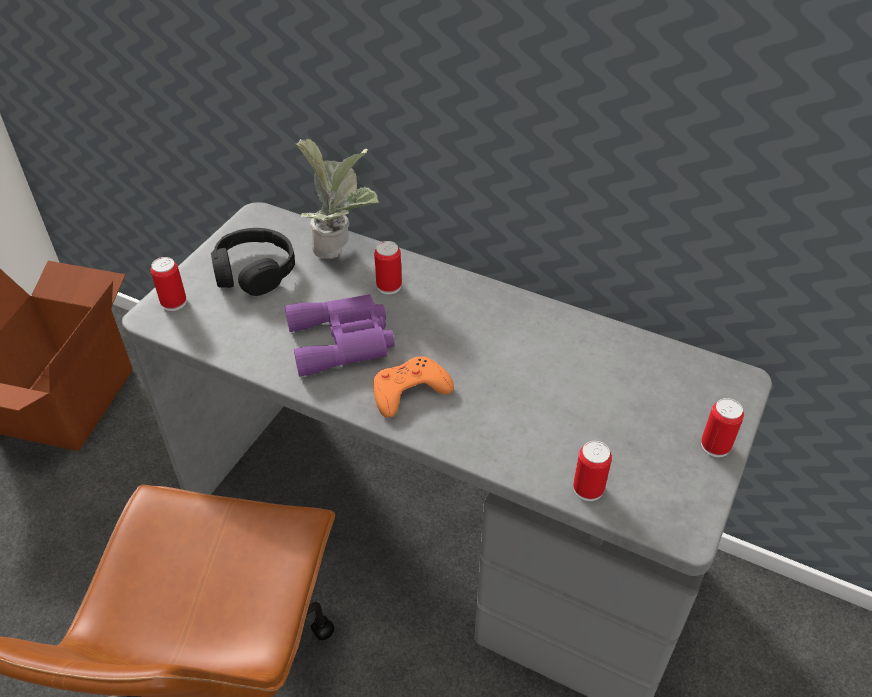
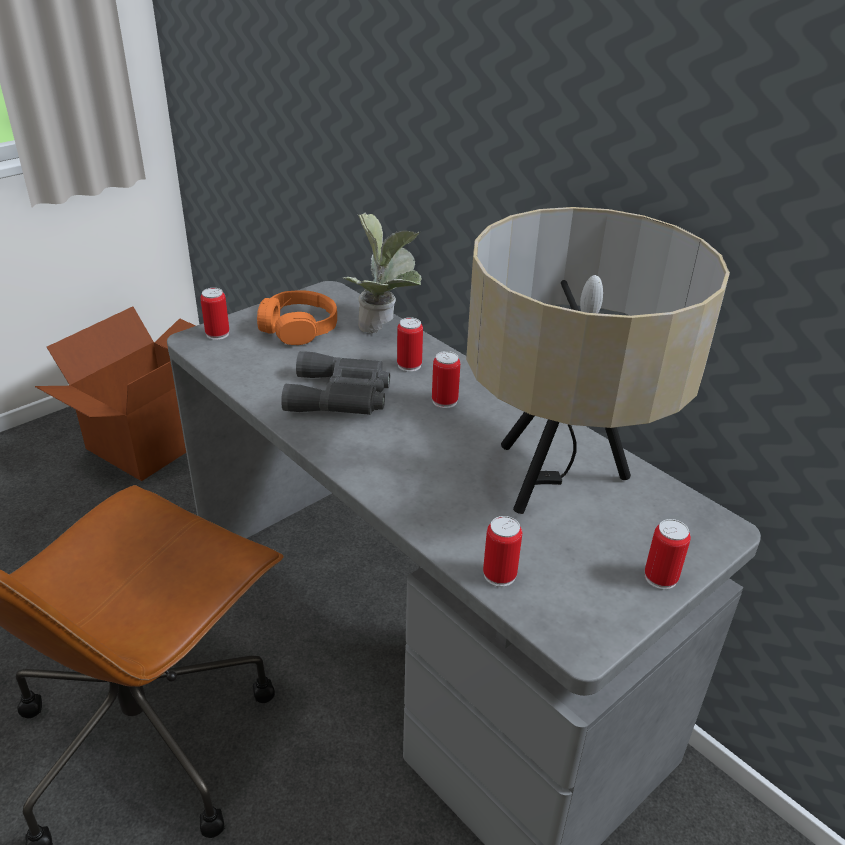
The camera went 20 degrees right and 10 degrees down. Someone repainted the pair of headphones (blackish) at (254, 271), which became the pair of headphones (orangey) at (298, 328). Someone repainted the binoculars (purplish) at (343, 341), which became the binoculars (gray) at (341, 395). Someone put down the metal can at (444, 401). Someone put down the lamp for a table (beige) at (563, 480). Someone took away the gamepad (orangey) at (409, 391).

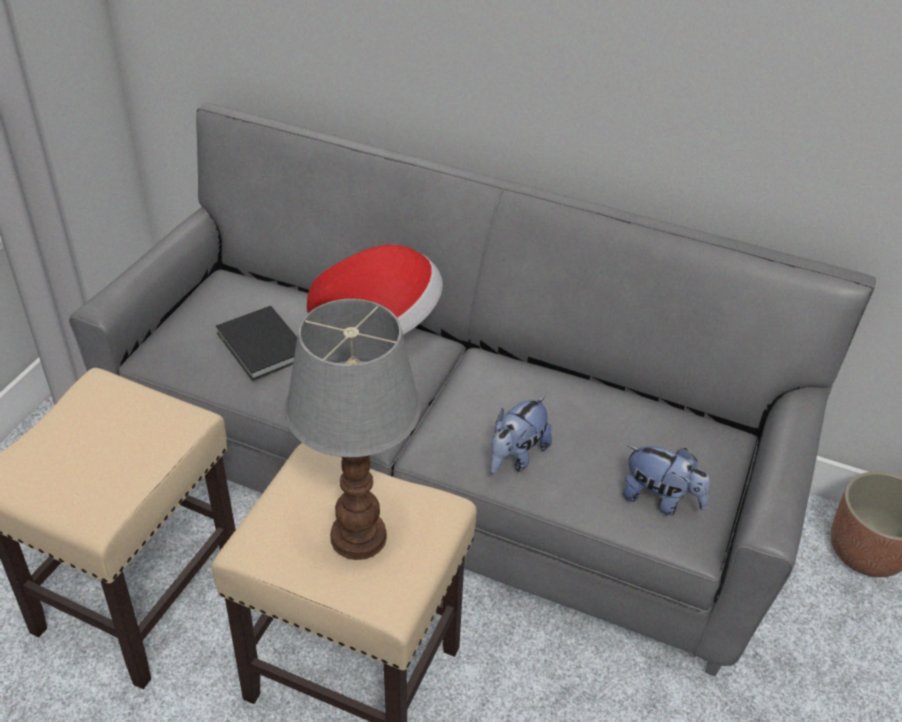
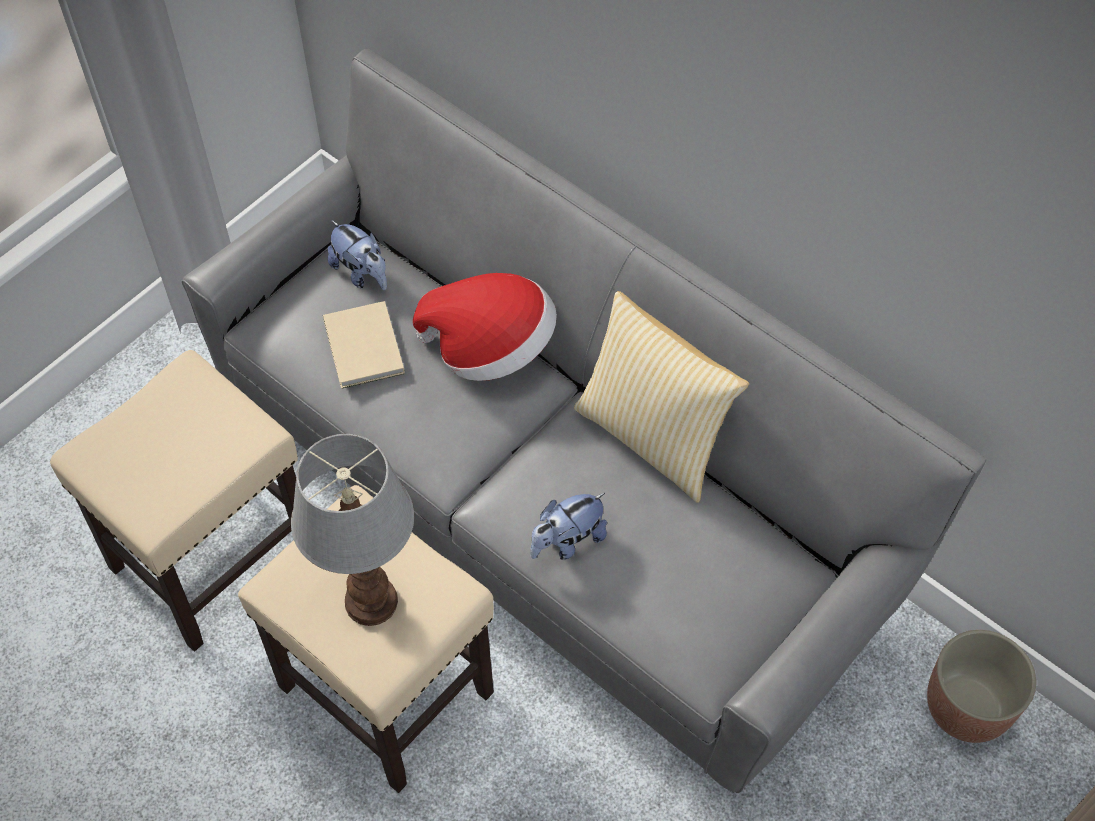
The camera went 20 degrees right and 15 degrees up. Someone repainted the book (blackish) at (262, 347), which became the book (beige) at (363, 349). Someone carried the soft toy from (660, 499) to (361, 273). Someone put down the cushion at (653, 436).

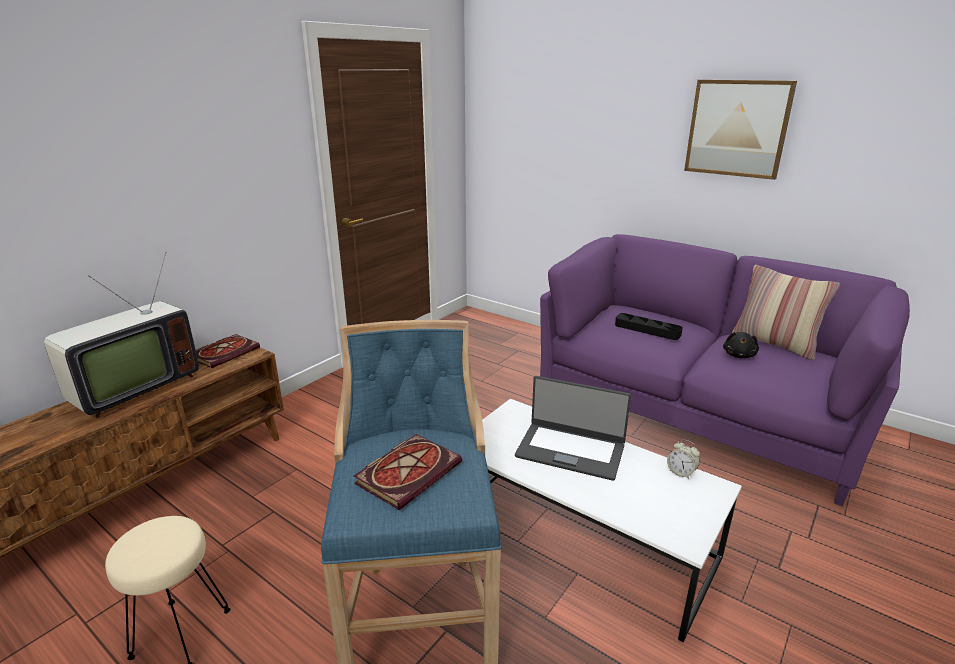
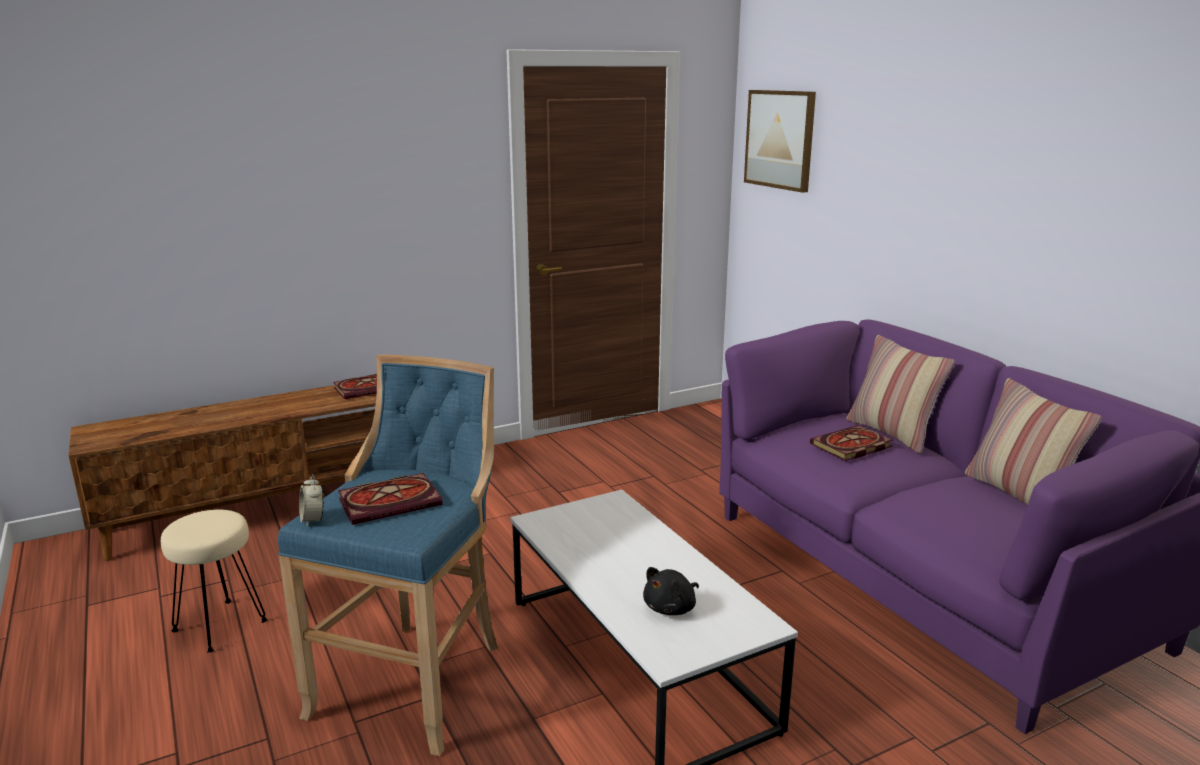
The camera went 25 degrees right and 5 degrees down. Someone carried the bedside clock from (681, 472) to (313, 520). Someone carried the soft toy (blackish) from (739, 355) to (671, 608). Someone carried the wall picture from (737, 128) to (780, 139). Someone swapped the tray (blackish) at (647, 330) for the book at (851, 447). Someone put down the cushion at (892, 433). Someone took away the TV at (132, 389). Someone took away the notebook computer at (570, 450).

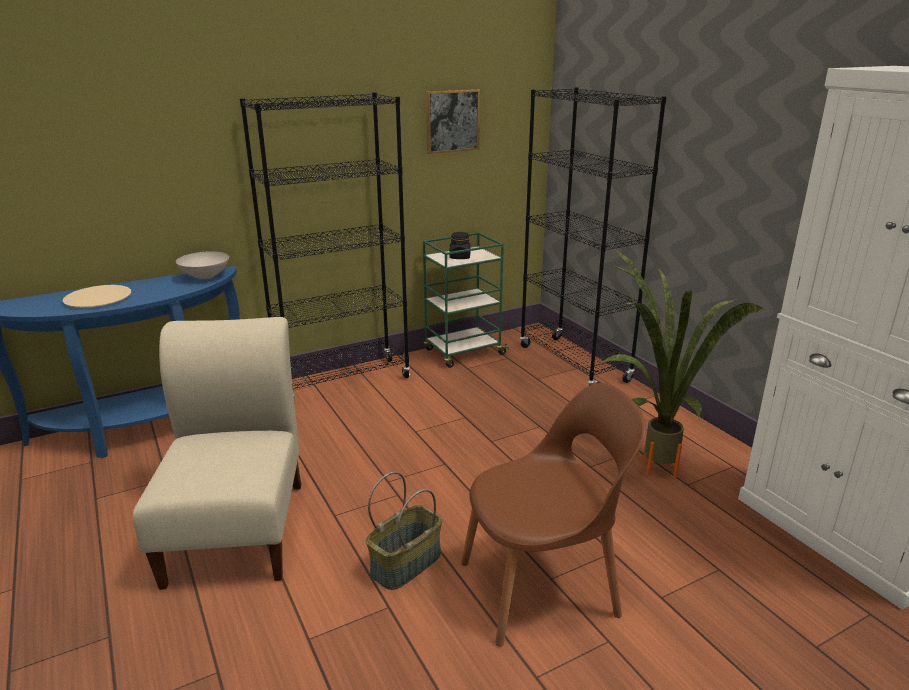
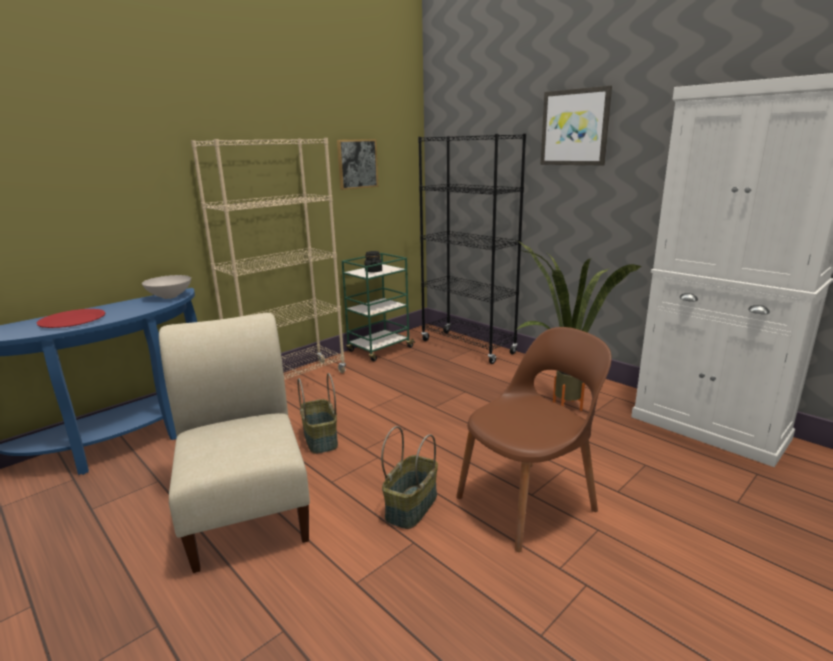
The camera went 15 degrees left and 5 degrees down. Someone repainted the flat dish (beige) at (98, 298), which became the flat dish (reddish) at (72, 320). Someone repainted the shelving unit (blackish) at (343, 382), which became the shelving unit (beige) at (290, 382). Someone put down the household basket at (319, 439). Someone put up the wall picture at (575, 127).

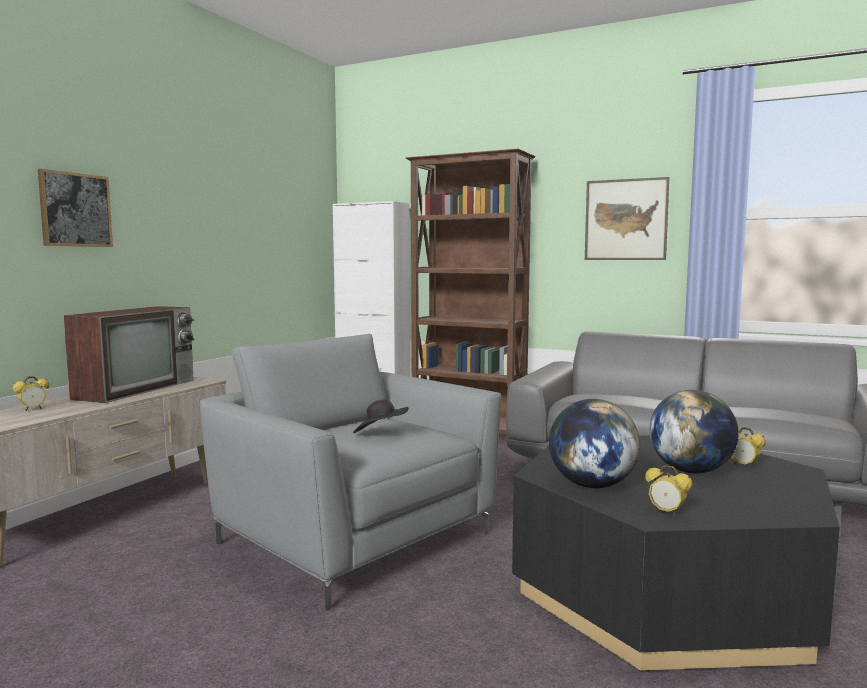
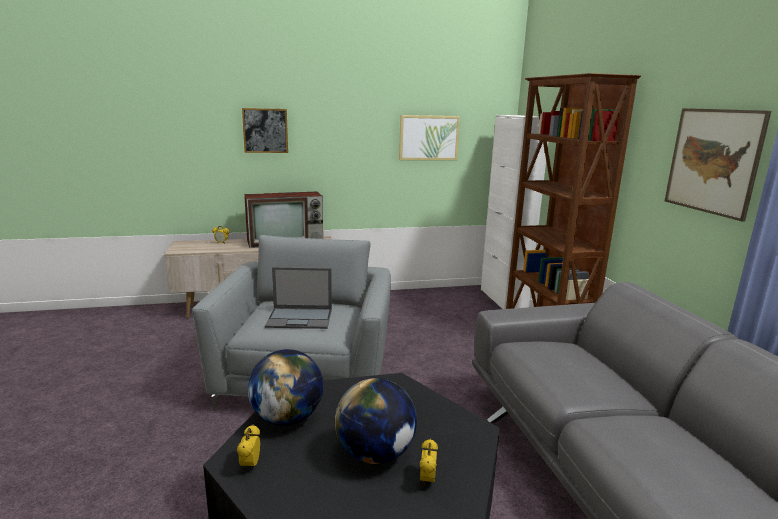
The camera went 50 degrees right and 10 degrees up. Someone swapped the hat (blackish) at (381, 434) for the notebook computer at (300, 318). Someone put up the wall picture at (428, 138).

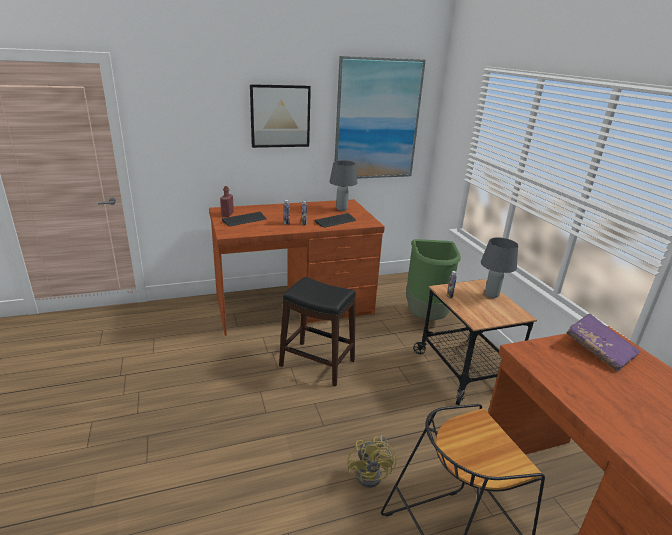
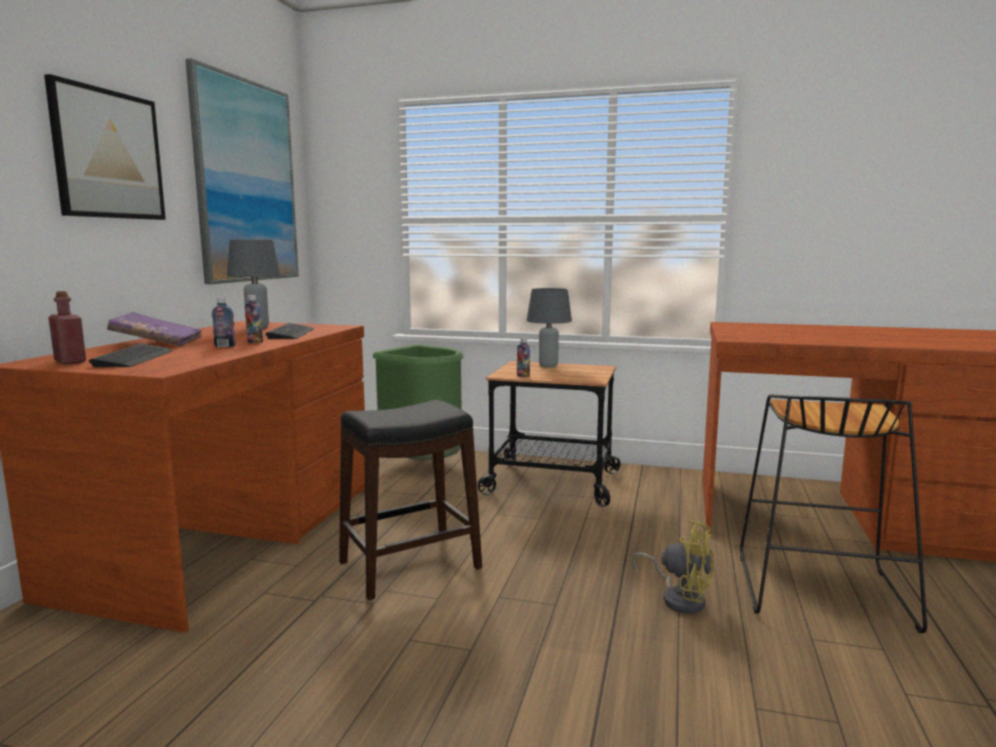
The camera went 55 degrees left and 15 degrees down. Someone carried the book (purplish) from (599, 350) to (157, 343).

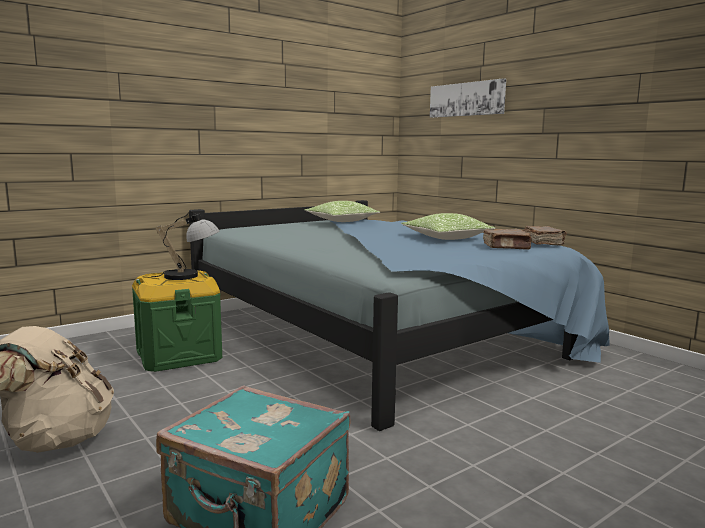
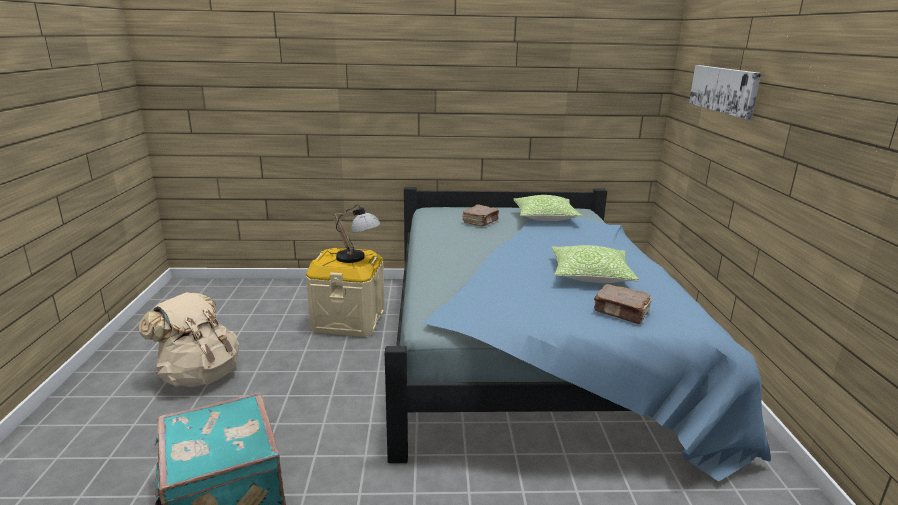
The camera went 35 degrees right and 10 degrees up. Someone repainted the storage box (greenish) at (178, 355), which became the storage box (beige) at (348, 320). Someone carried the book (brownish) from (543, 243) to (481, 222).

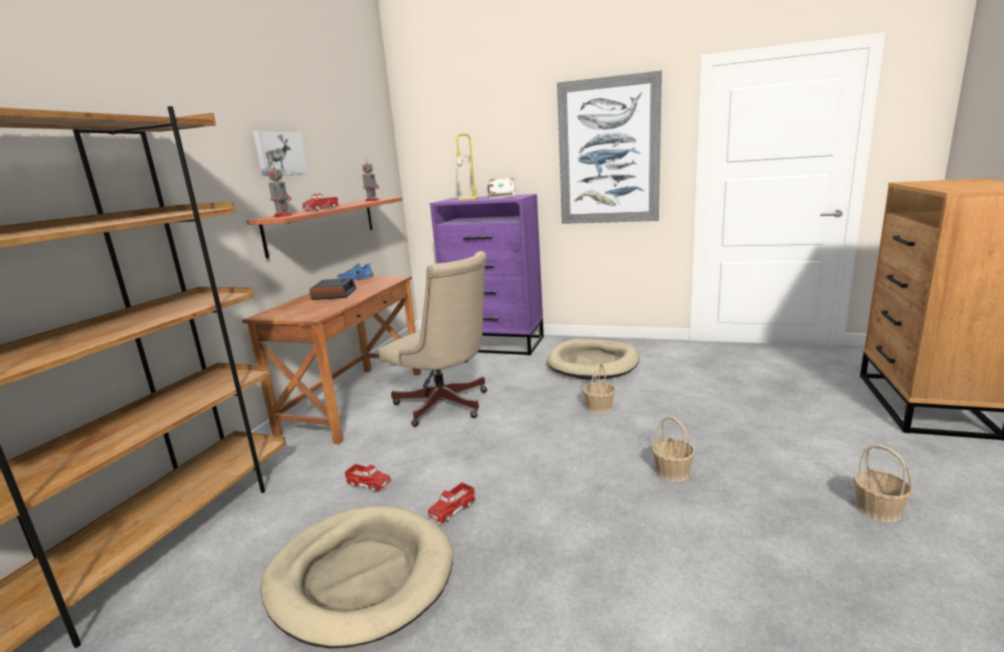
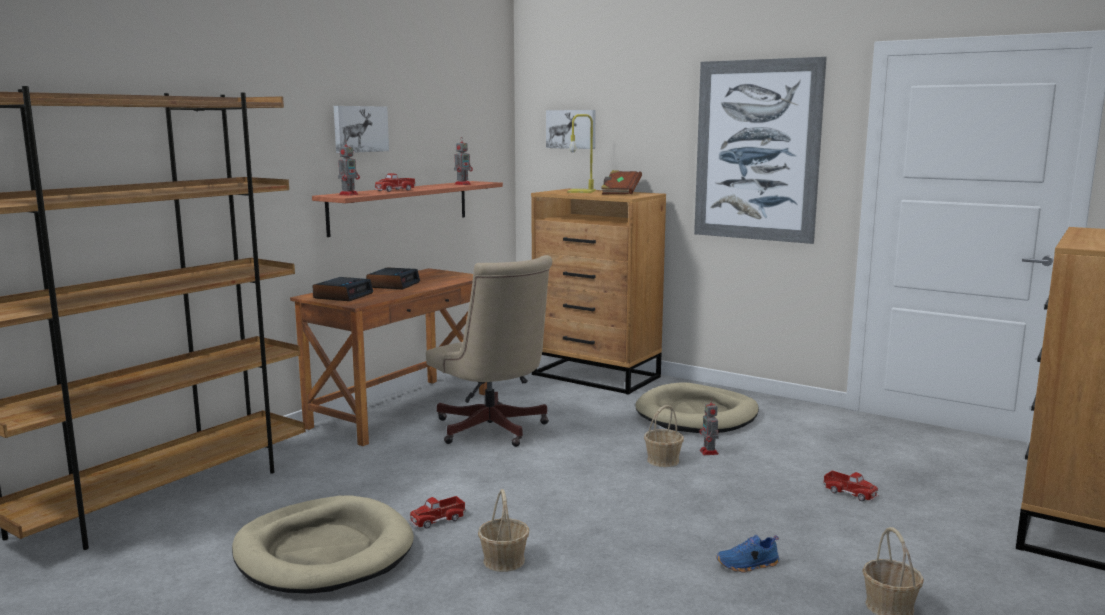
The camera went 15 degrees right and 5 degrees down. Someone put down the bedside clock at (343, 295). Someone carried the household basket from (672, 472) to (504, 560). Someone repainted the chest of drawers (purplish) at (496, 344), which became the chest of drawers (brownish) at (596, 376). Someone put up the wall picture at (571, 129). Someone repainted the book (white) at (501, 196), which became the book (brownish) at (620, 193). Someone put down the toy robot at (709, 452). Someone carried the low shoe (blue-coloured) from (356, 280) to (748, 565). Someone carried the toy lorry from (368, 483) to (850, 493).

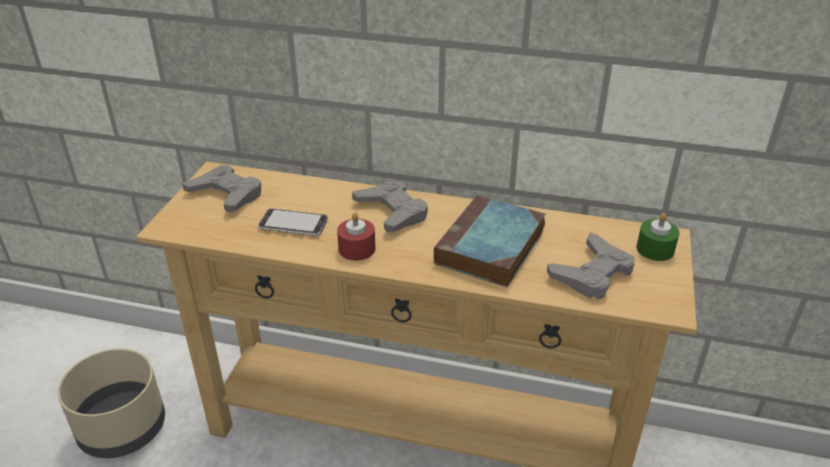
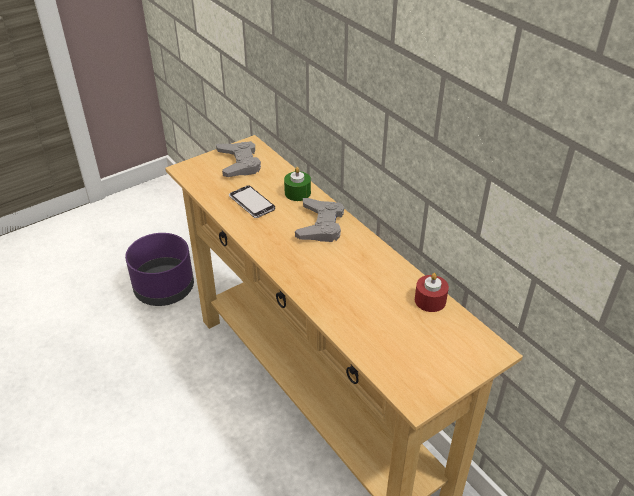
The camera went 40 degrees right and 5 degrees up. Someone repainted the flower pot (beige) at (123, 427), which became the flower pot (purplish) at (165, 288). Someone carried the wax candle (greenish) from (655, 249) to (297, 193). Someone carried the wax candle (reddish) from (357, 249) to (430, 300). Someone took away the book at (490, 248). Someone took away the gamepad (gray) at (592, 273).

